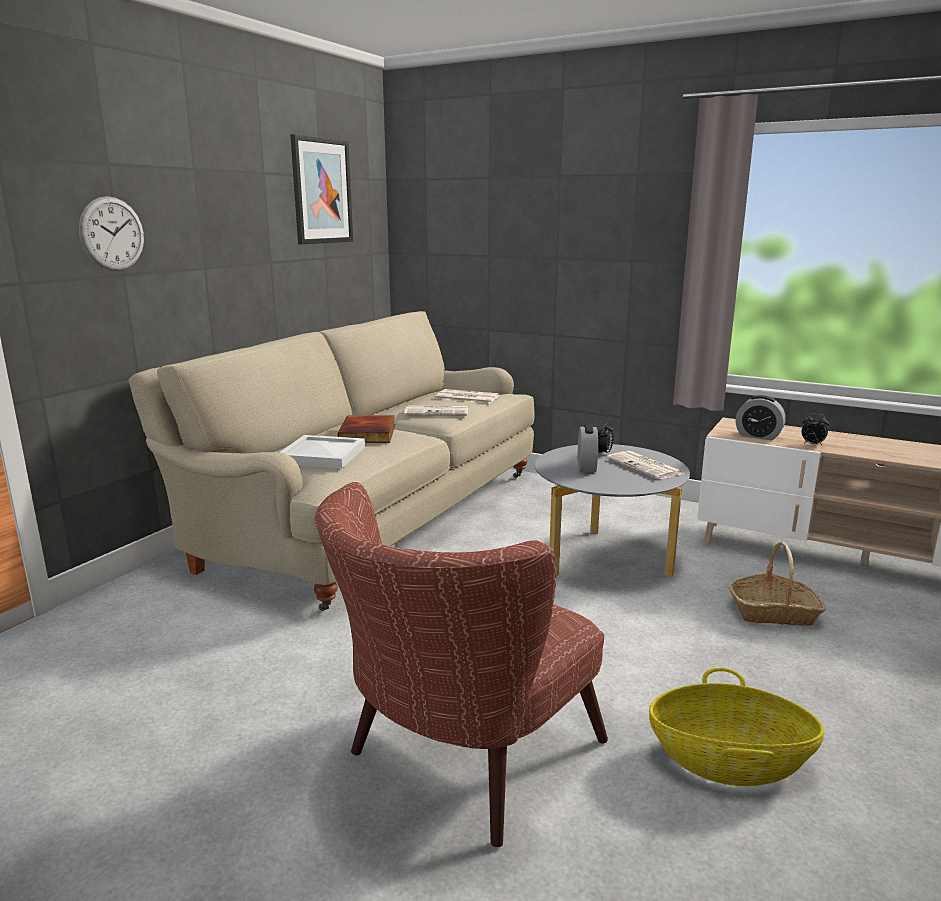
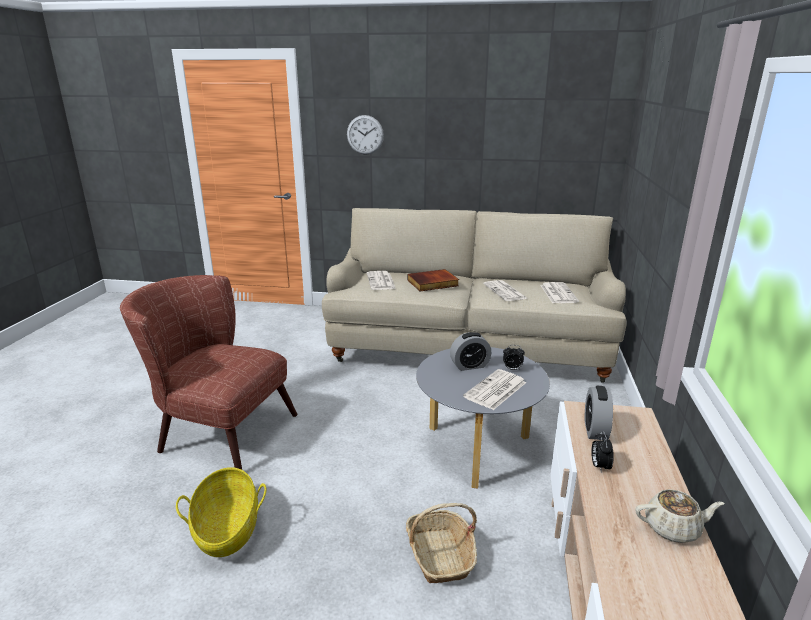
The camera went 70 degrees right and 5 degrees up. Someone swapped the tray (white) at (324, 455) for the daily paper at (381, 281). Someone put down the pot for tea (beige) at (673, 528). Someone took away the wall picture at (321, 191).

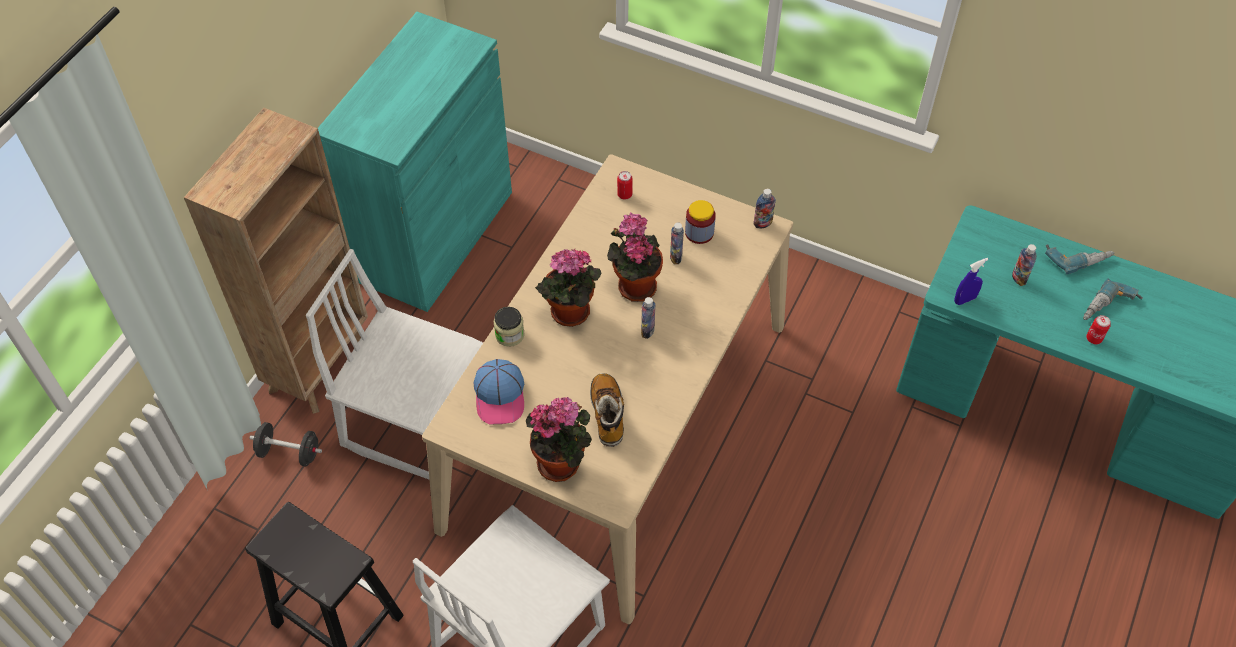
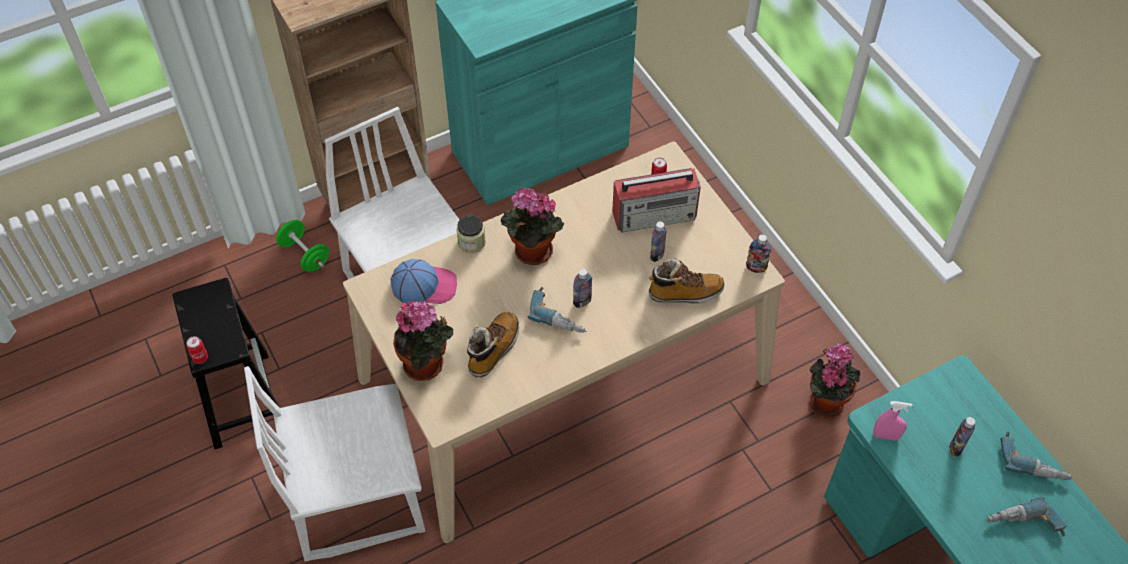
The camera went 35 degrees right and 0 degrees up. Someone carried the metal can from (1094, 338) to (200, 358). Someone repainted the hand weight (blackish) at (289, 453), which became the hand weight (greenish) at (305, 255). Someone rotated the cap at (500, 396) by 120 degrees counterclockwise. Someone put down the drill at (559, 315). Someone put down the radio at (655, 215). Someone put down the boot at (685, 293). Someone carried the houseplant from (634, 285) to (825, 400). Someone repainted the sprayer (blue-coloured) at (965, 299), which became the sprayer (pink-coloured) at (886, 436). Someone took away the preserve jar at (699, 233).

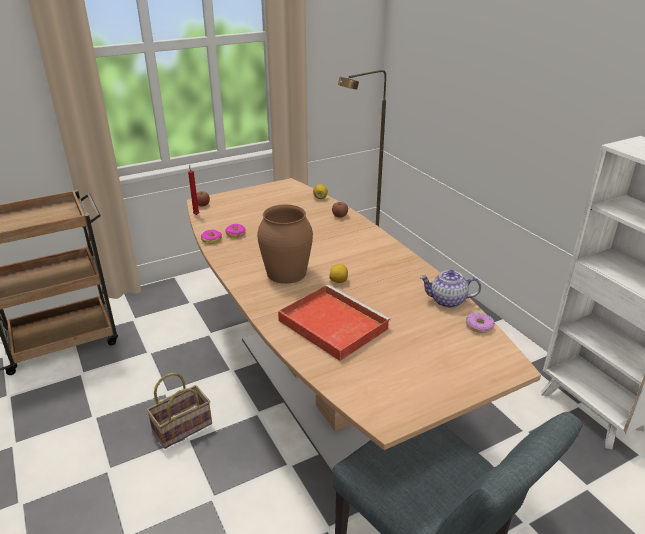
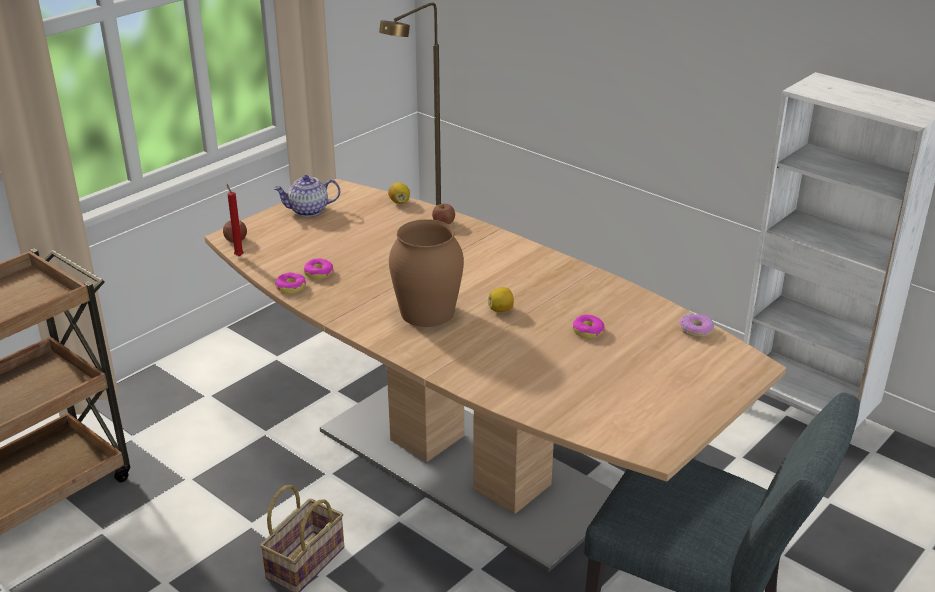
The camera went 20 degrees left and 0 degrees up. Someone carried the pot for tea from (447, 301) to (308, 211). Someone put down the ring doughnut at (588, 331). Someone took away the tray (reddish) at (331, 324).

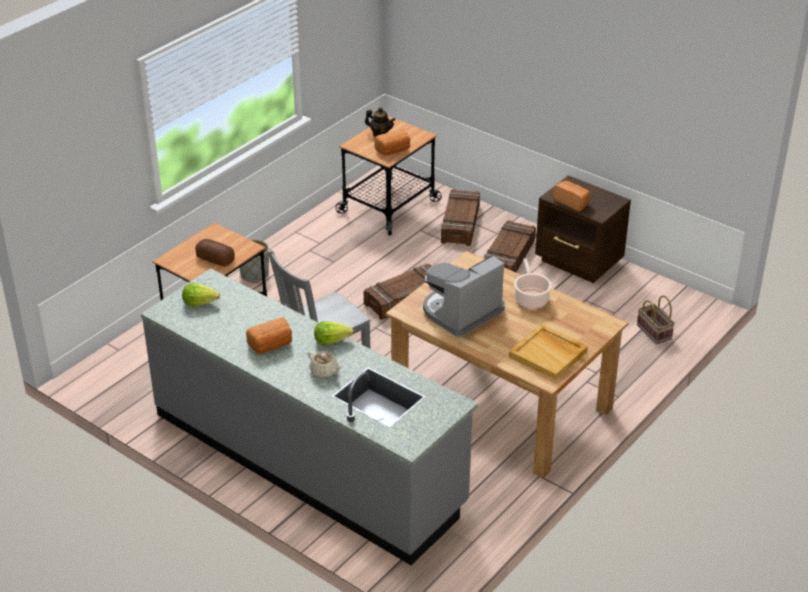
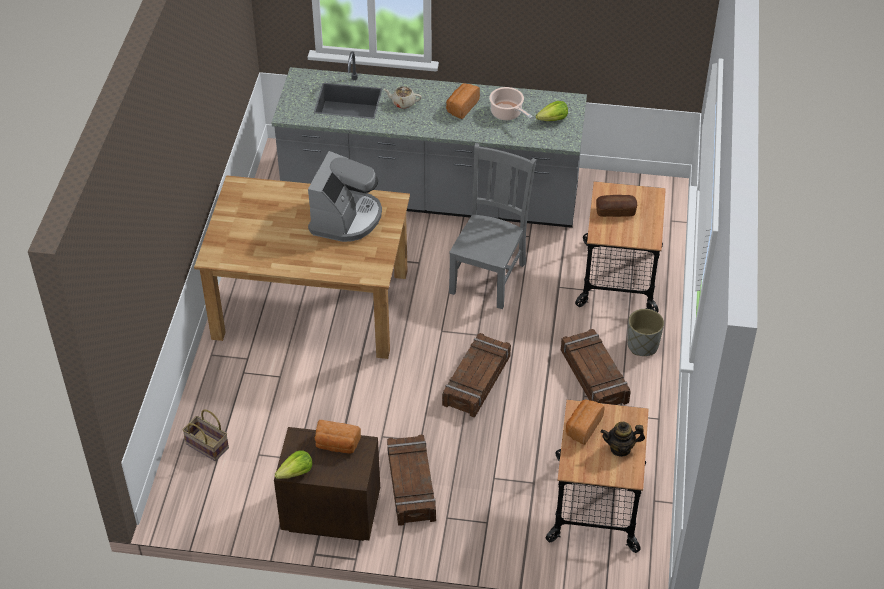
The camera went 150 degrees right and 10 degrees up. Someone carried the head of lettuce from (331, 340) to (296, 473). Someone carried the stockpot from (531, 298) to (507, 113). Someone carried the crate from (461, 224) to (593, 376). Someone took away the tray (beige) at (548, 354).

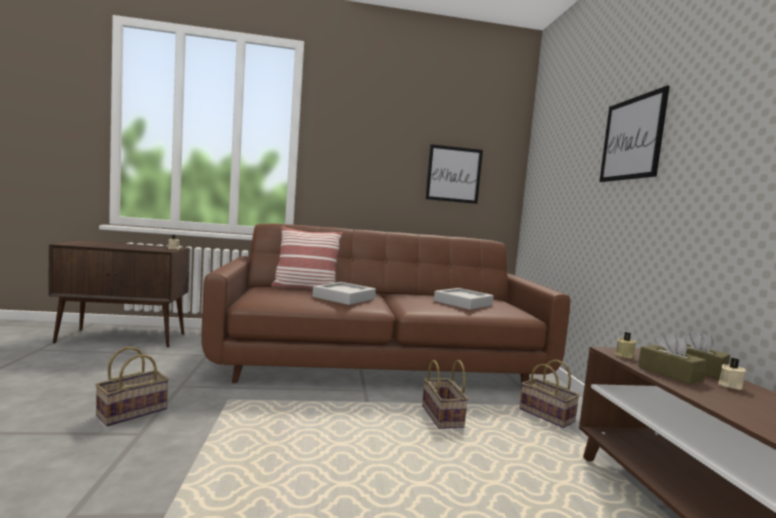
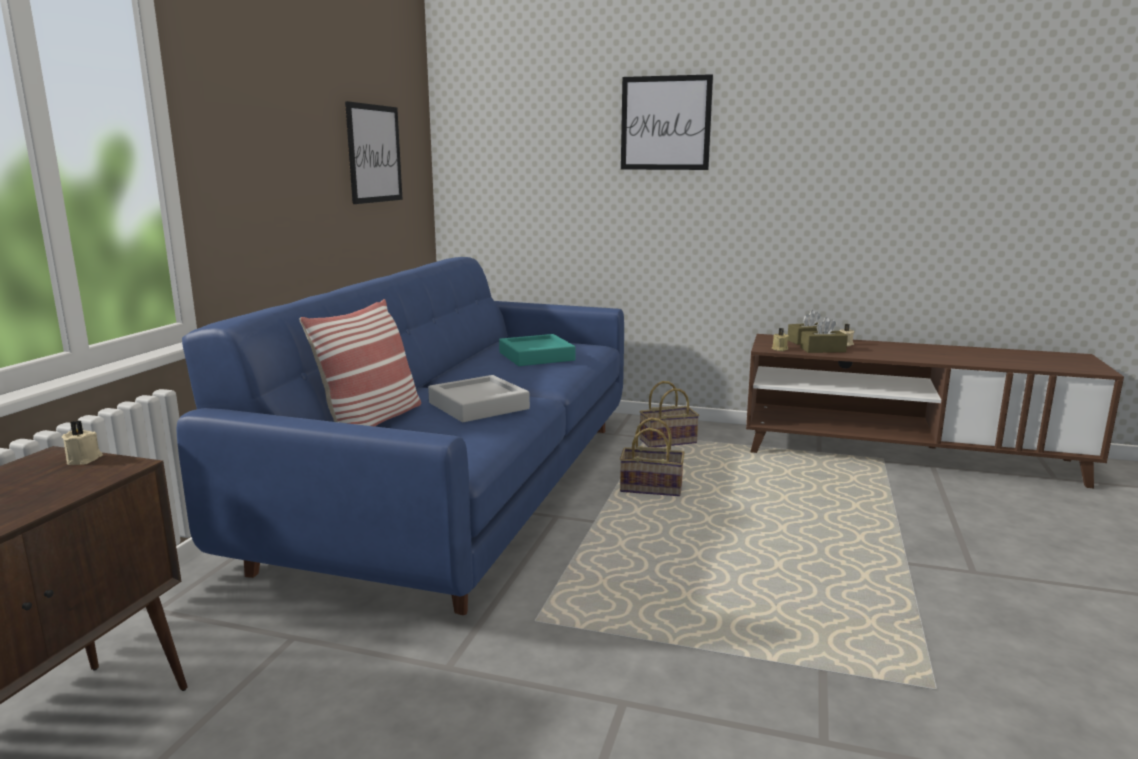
The camera went 65 degrees left and 10 degrees up. Someone repainted the settee (brownish) at (381, 361), which became the settee (blue-coloured) at (460, 487). Someone repainted the tray (gray) at (463, 303), which became the tray (turquoise-coloured) at (536, 356). Someone took away the household basket at (133, 411).

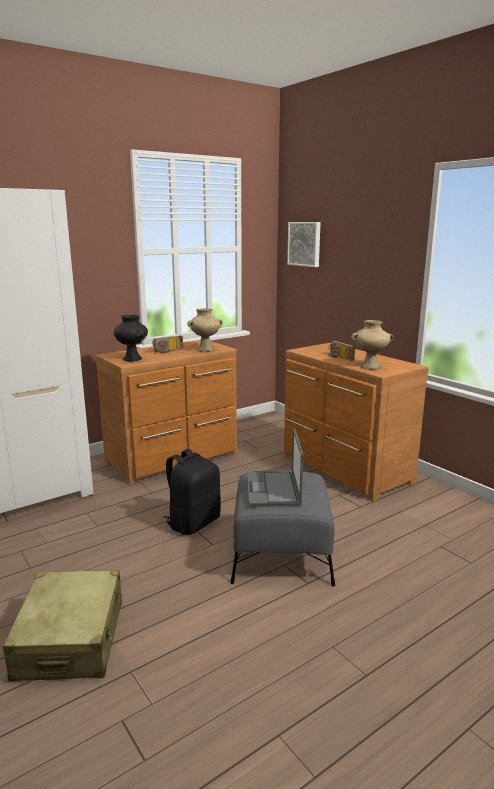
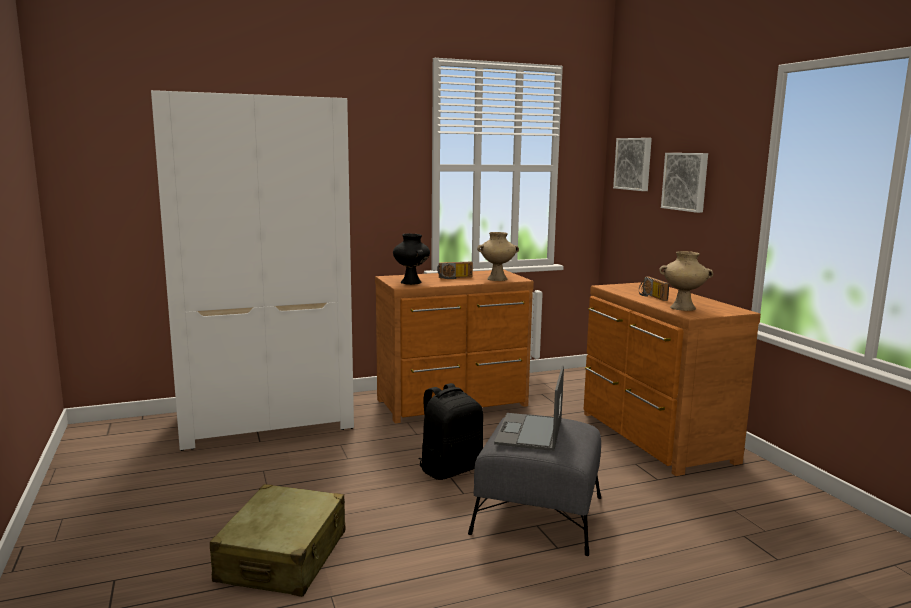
The camera went 15 degrees right and 5 degrees down. Someone put up the wall picture at (686, 181).

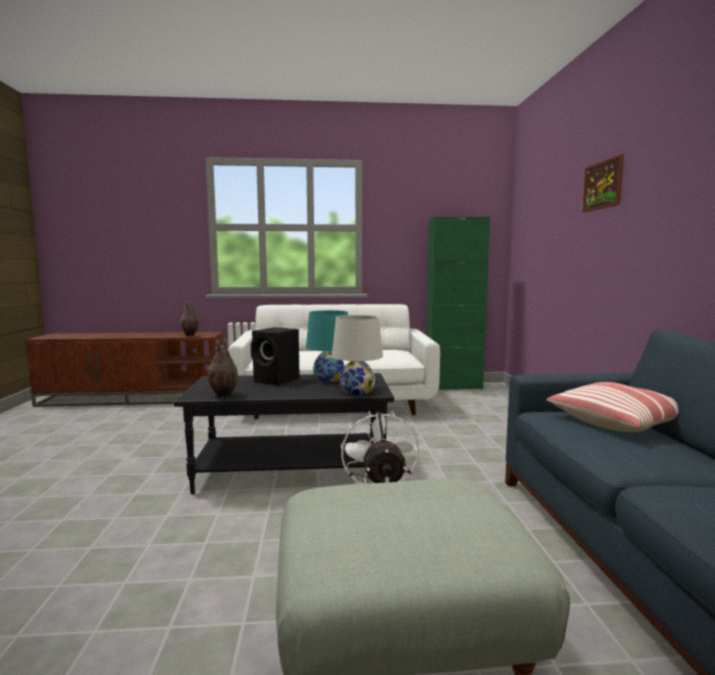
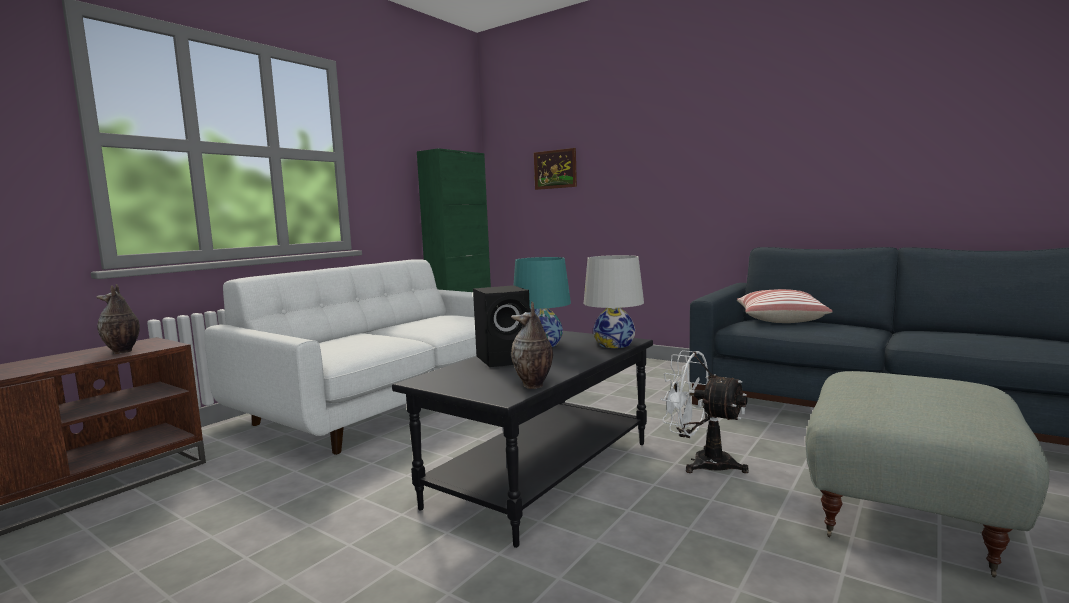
The camera went 50 degrees left and 0 degrees up. Someone carried the wall picture from (602, 185) to (555, 169).

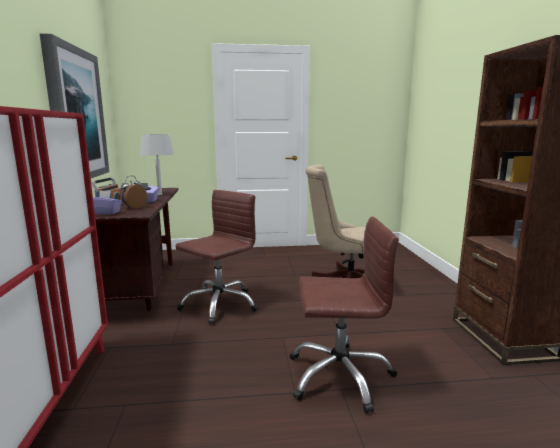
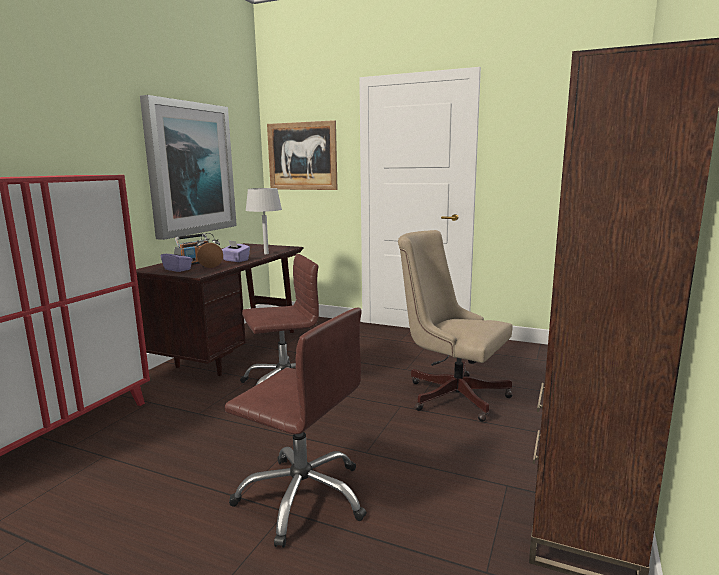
The camera went 30 degrees right and 0 degrees up. Someone put up the wall picture at (302, 156).

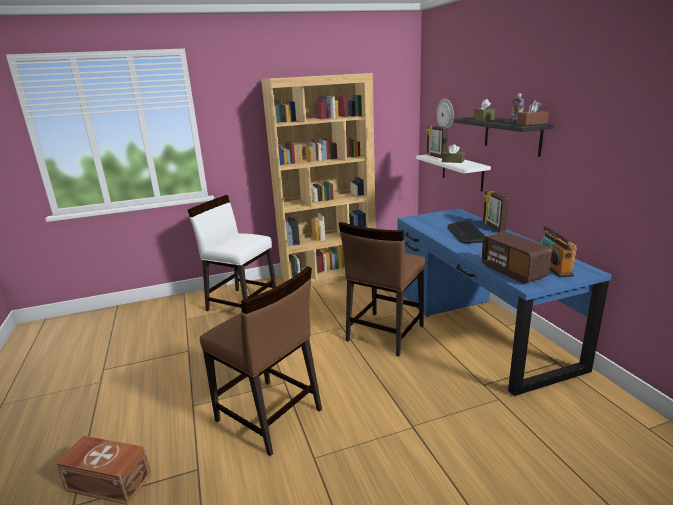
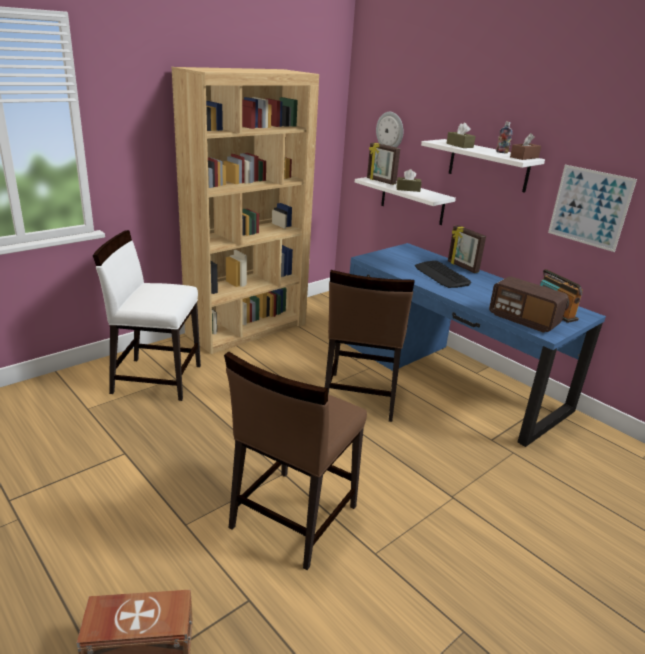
The camera went 25 degrees left and 5 degrees up. Someone rotated the plain chair (brownish) at (269, 416) by 105 degrees clockwise. Someone repainted the wall shelf (blackish) at (512, 135), which became the wall shelf (white) at (488, 165). Someone put up the wall picture at (589, 207).

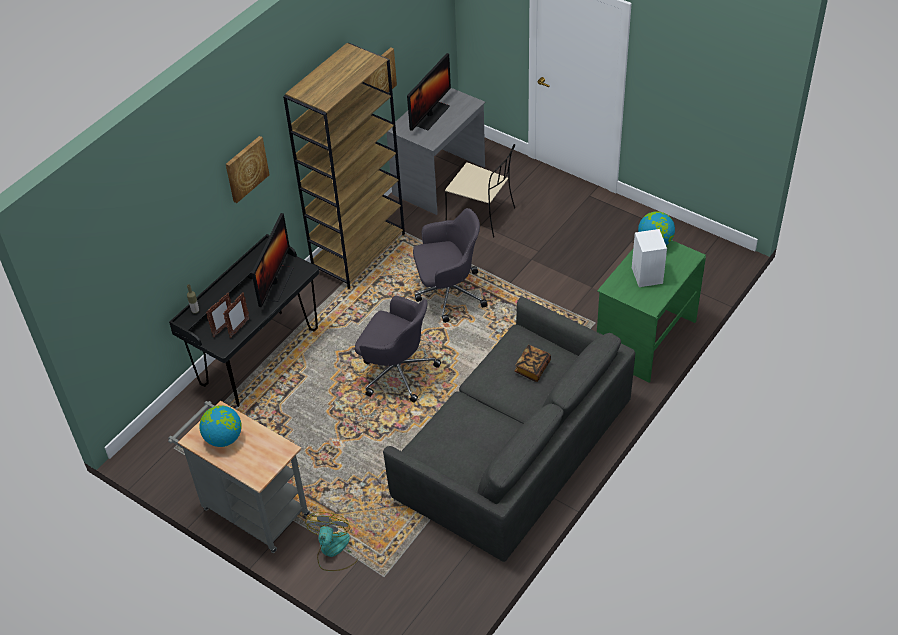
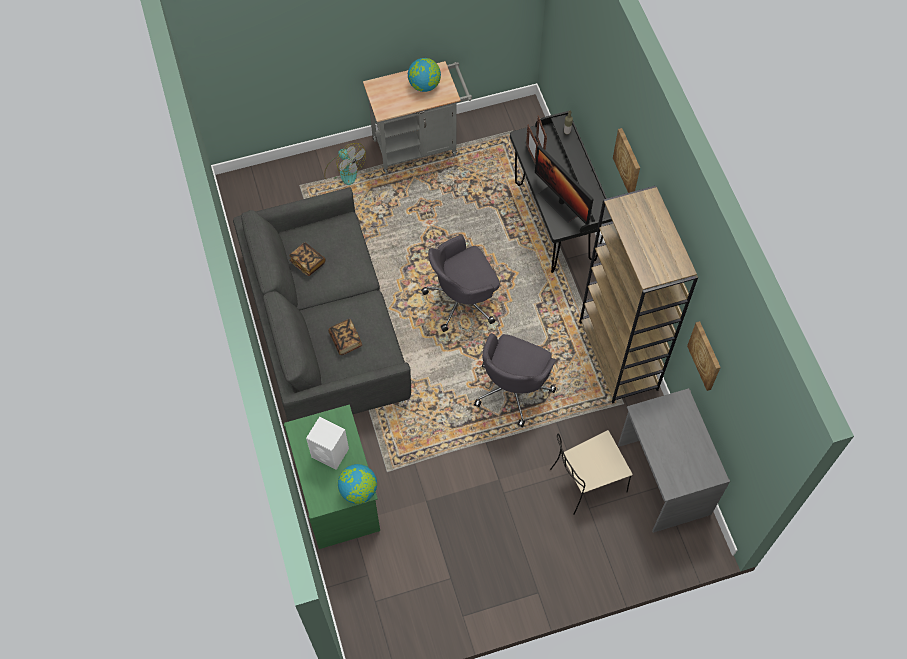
The camera went 125 degrees right and 15 degrees up. Someone put down the book at (308, 262). Someone took away the computer screen at (430, 115).

